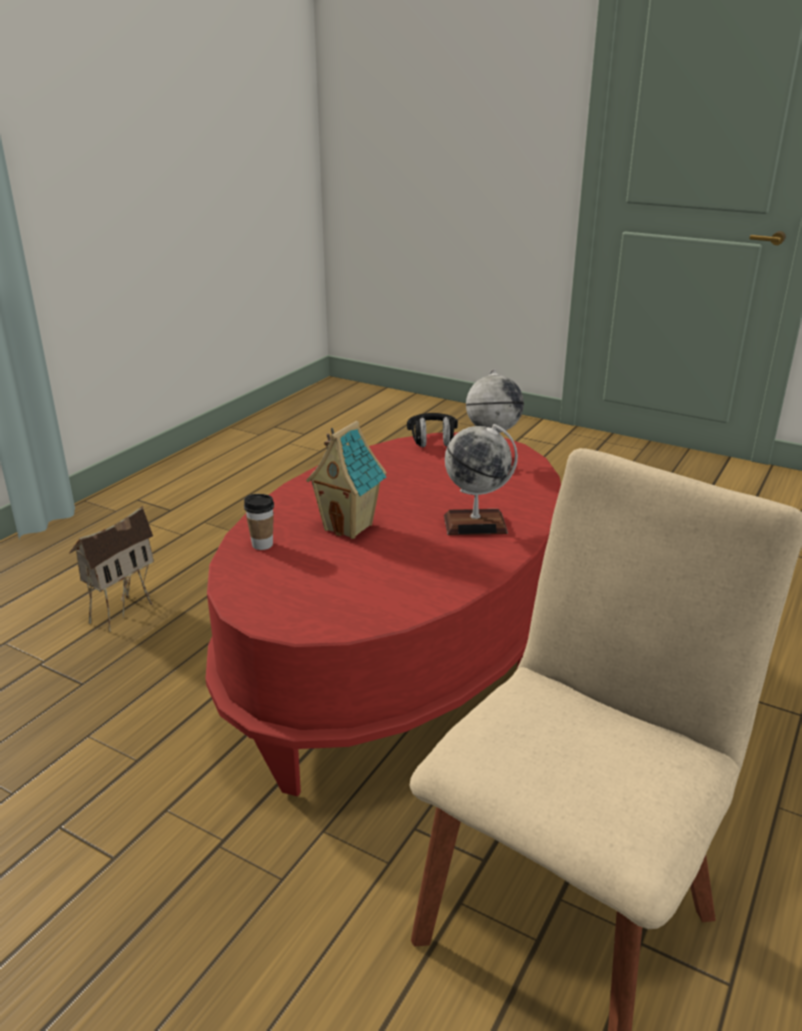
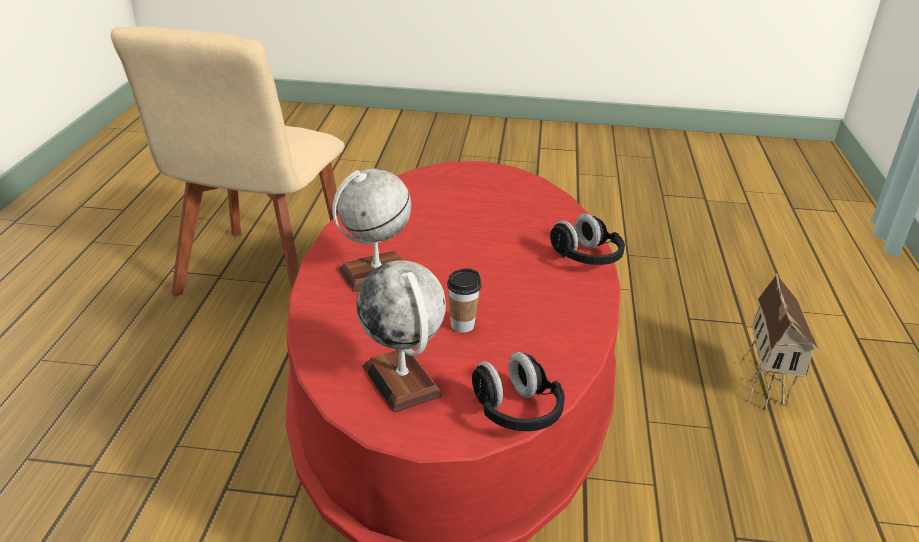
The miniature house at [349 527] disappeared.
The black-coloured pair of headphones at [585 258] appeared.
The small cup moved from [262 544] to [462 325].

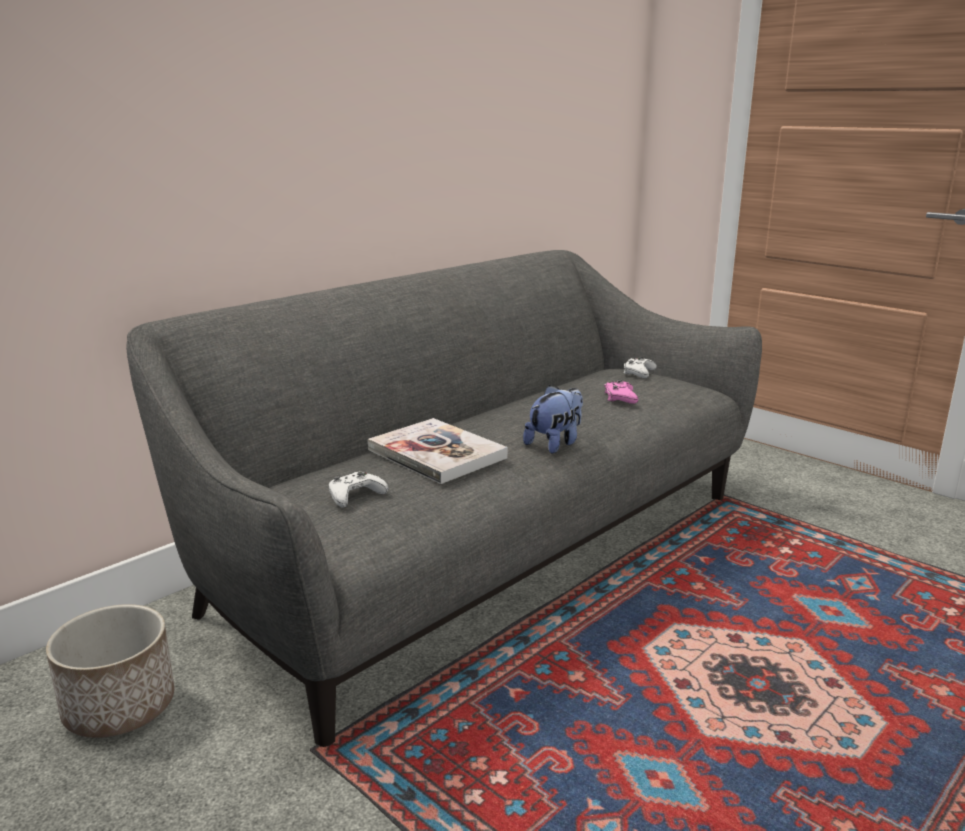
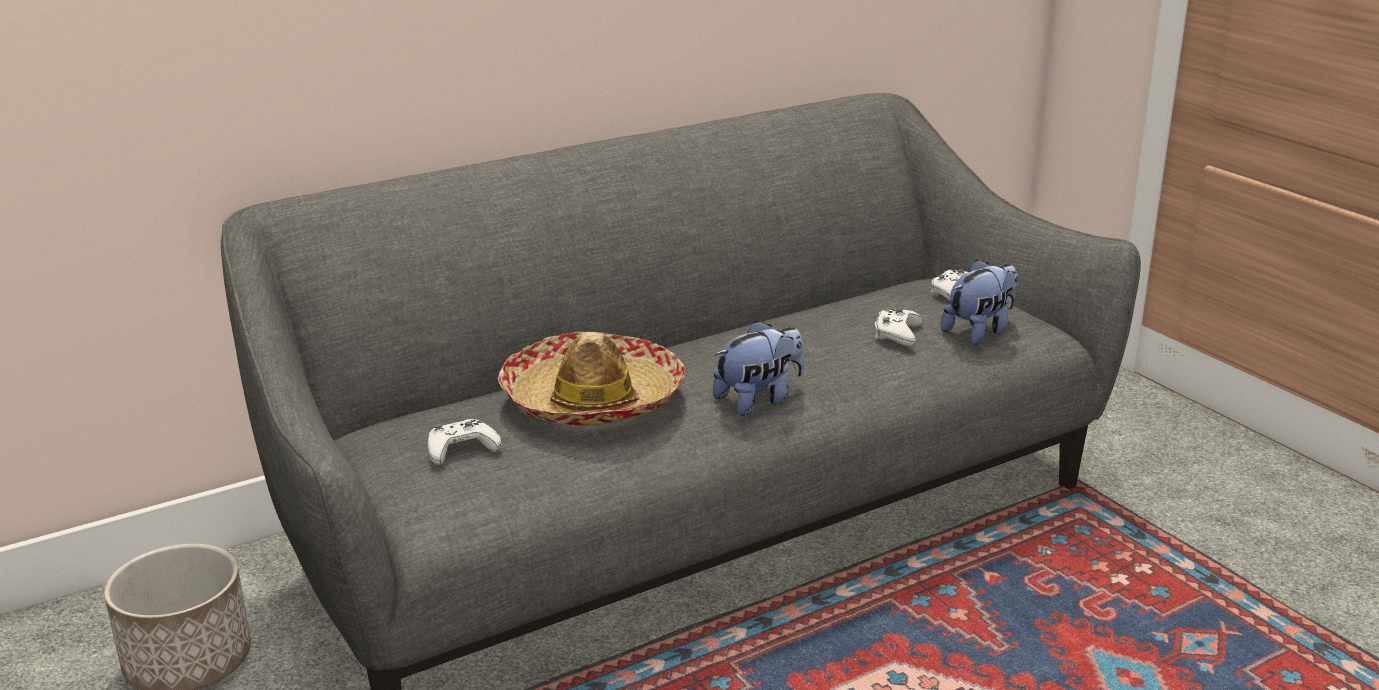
The plush toy at [980 331] appeared.
The volume at [437 454] was replaced by the hat at [593 400].
The pink-coloured game controller at [620 397] became the white game controller at [897 334].

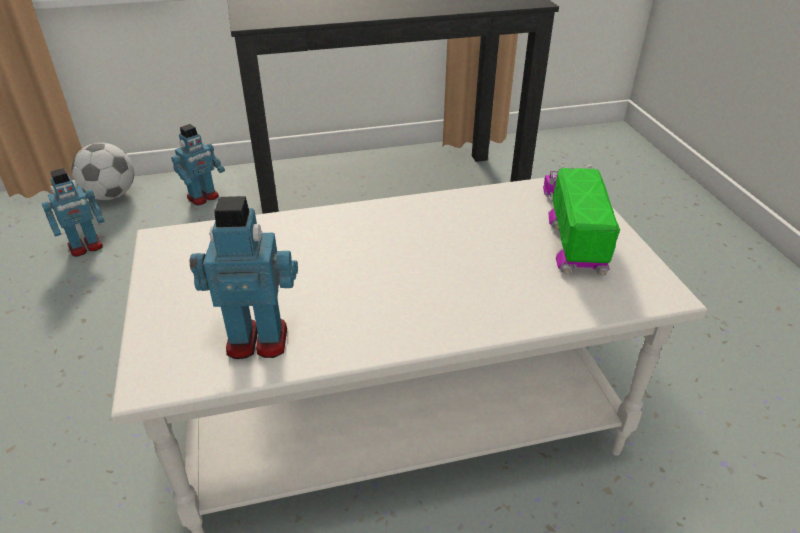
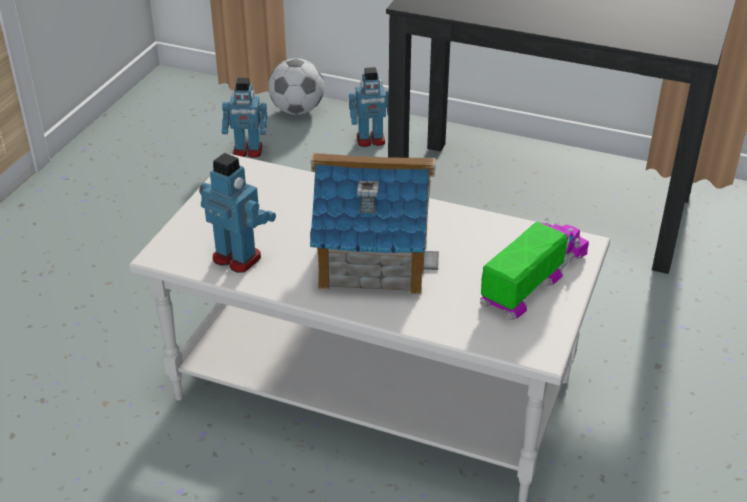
The miniature house at [372 258] appeared.

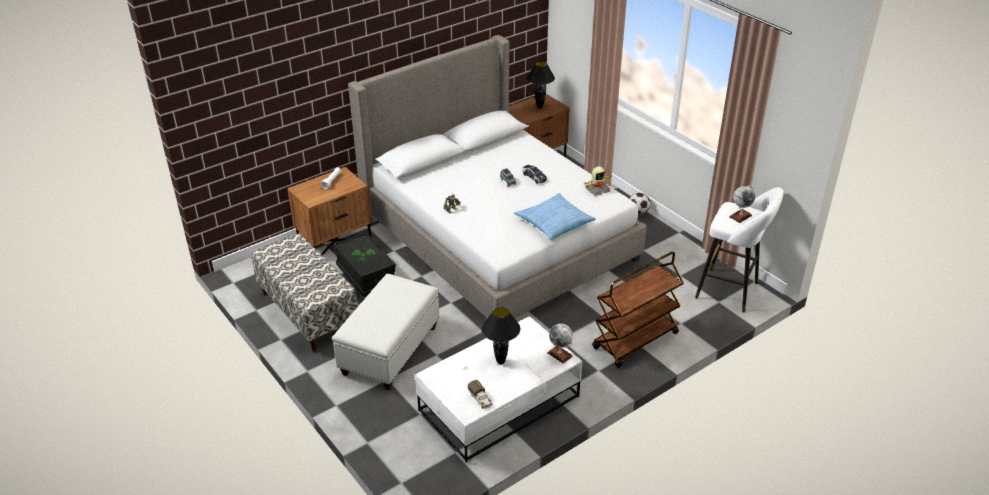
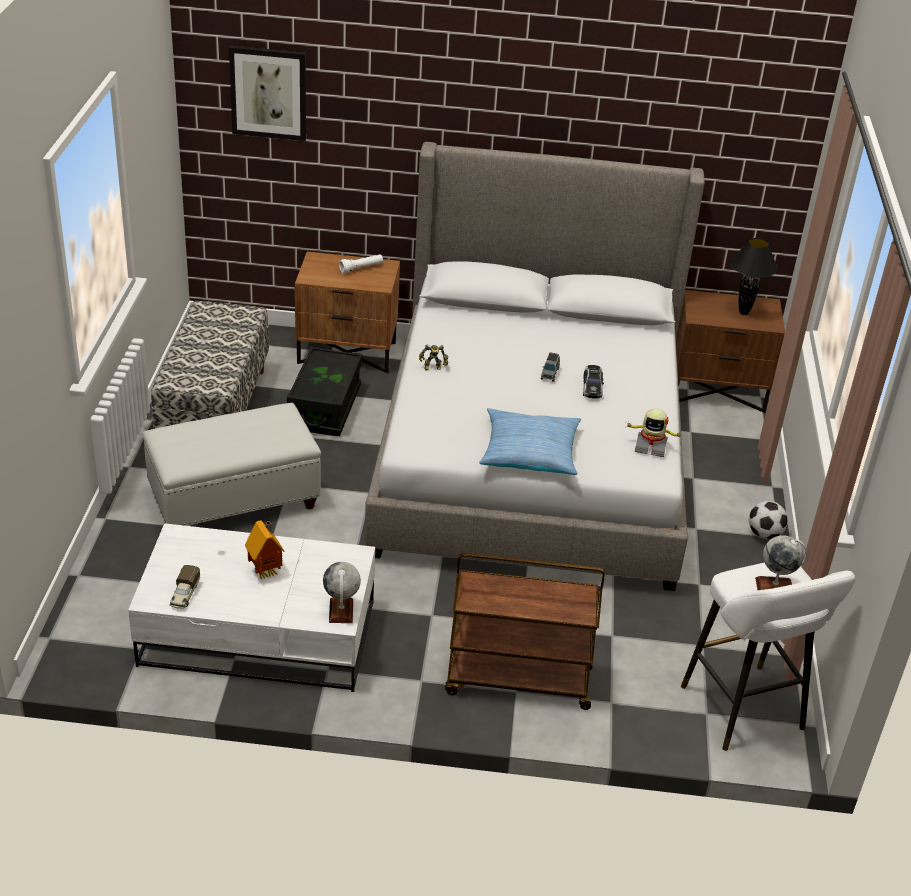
The wall picture at [268 93] appeared.
The black-coloured tabletop lamp at [500 361] was replaced by the miniature house at [266 572].

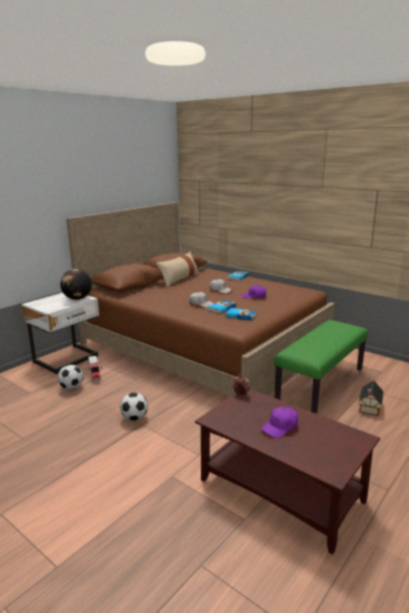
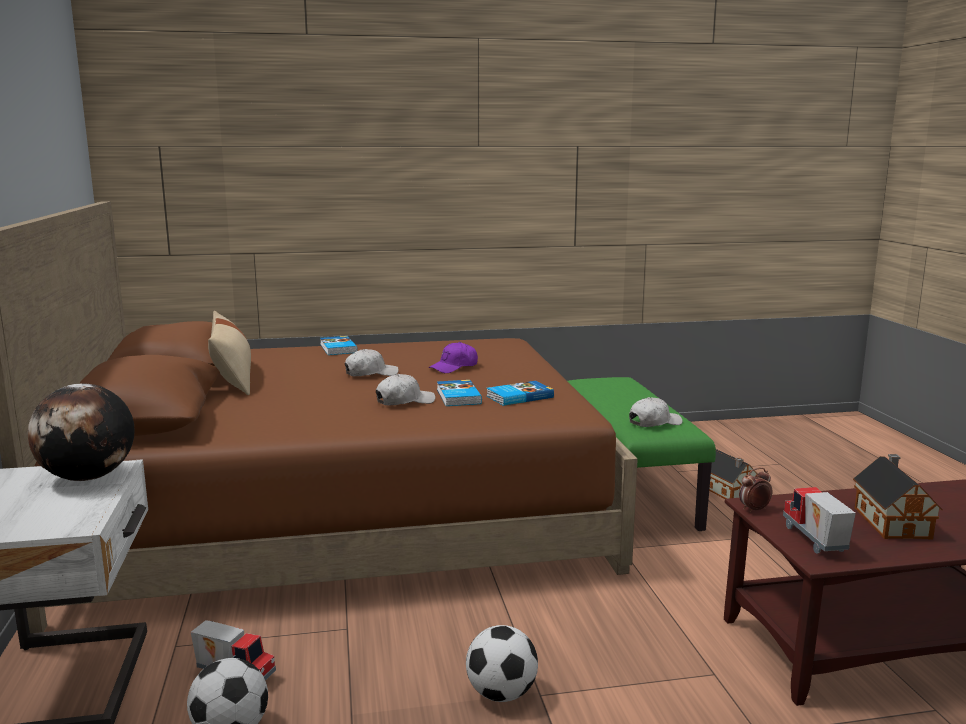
The white cap at [654 422] appeared.
The toy lorry at [812 540] appeared.
The purple cap at [280 427] was replaced by the miniature house at [891 521].

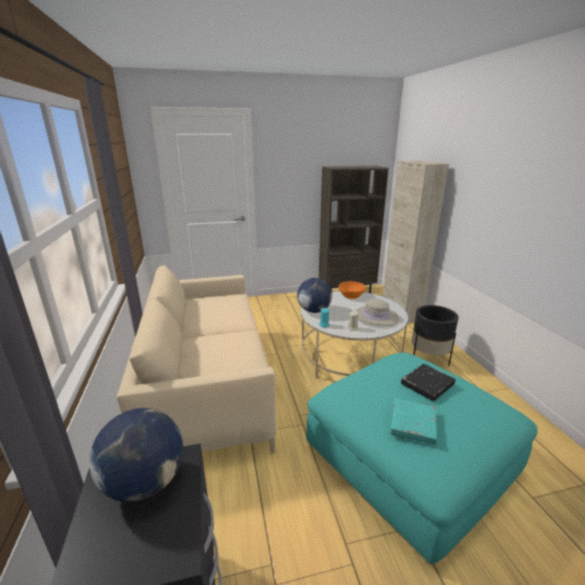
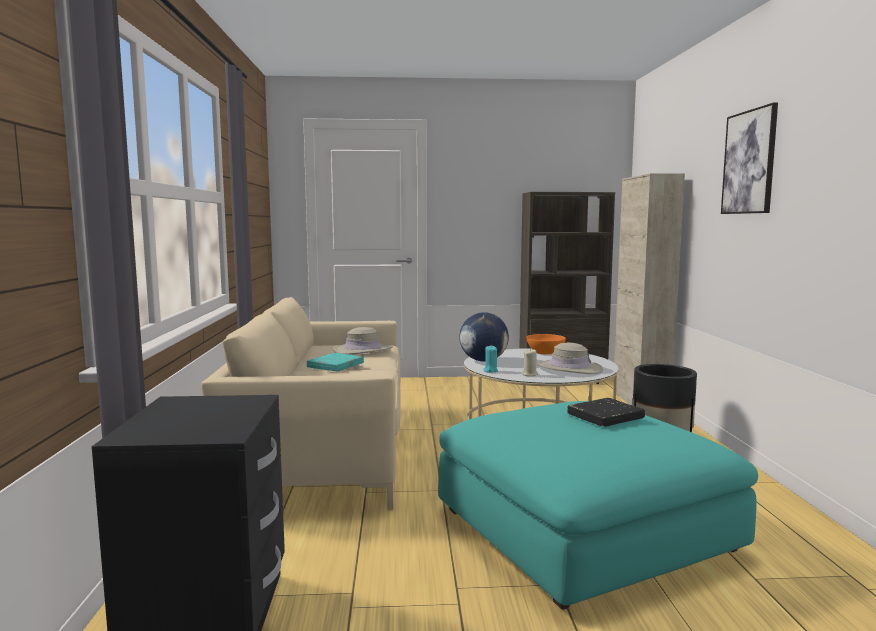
The desk globe at [145 482] disappeared.
The beige-coloured hat at [363 350] appeared.
The wall picture at [749 162] appeared.
The turquoise-coloured volume moved from [413 423] to [335 366].

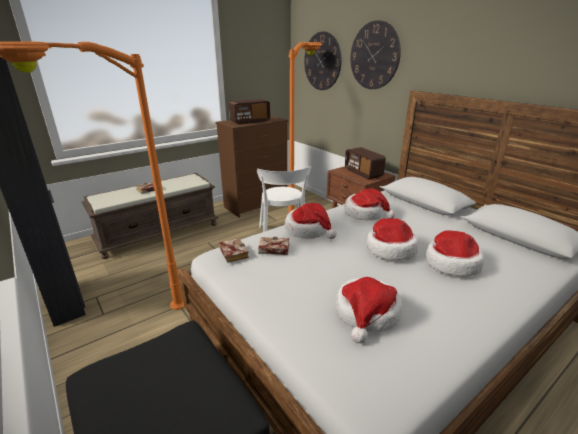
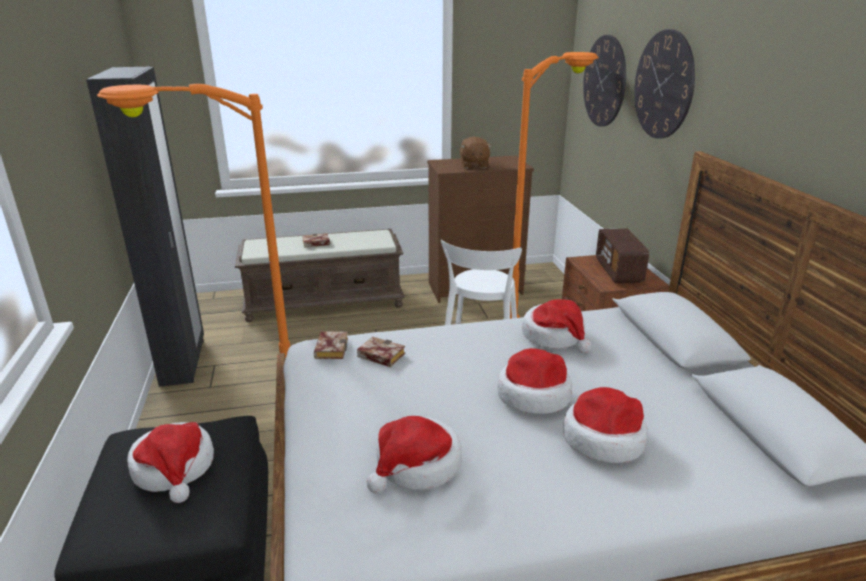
The hat moved from [308 230] to [174 468].
The radio receiver at [250 121] was replaced by the brownish plush toy at [474 165].

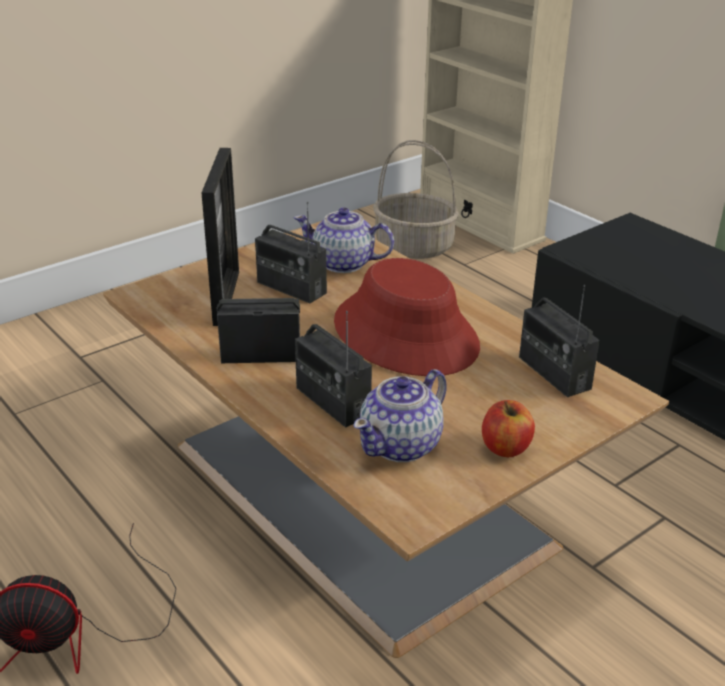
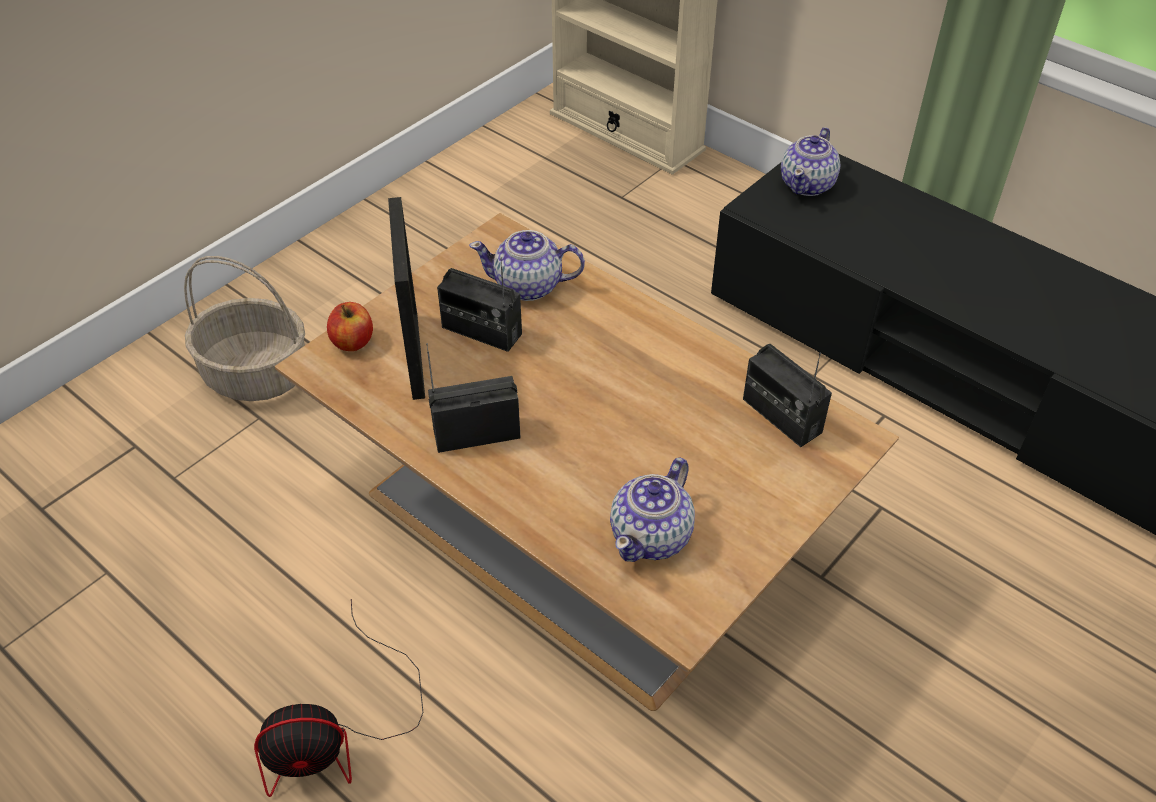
The radio receiver at [332 402] disappeared.
The red hat at [406 334] disappeared.
The pot for tea at [808 184] appeared.
The basket moved from [415 247] to [258 374].
The apple moved from [505 448] to [353 342].

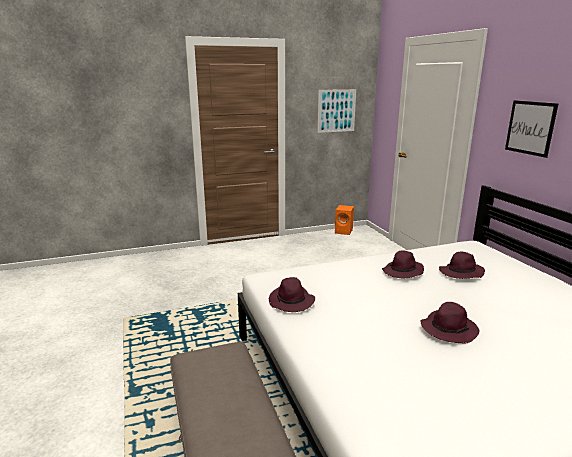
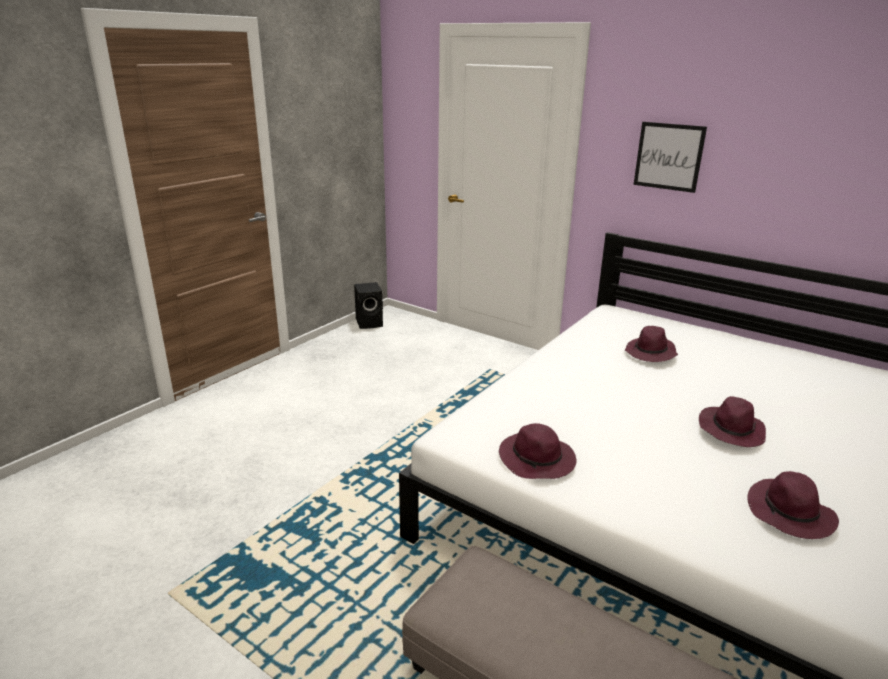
The wall picture at [336 111] disappeared.
The purple hat moved from [403 272] to [790 514].
The orange loudspeaker at [344 231] became the black-coloured loudspeaker at [370 323].

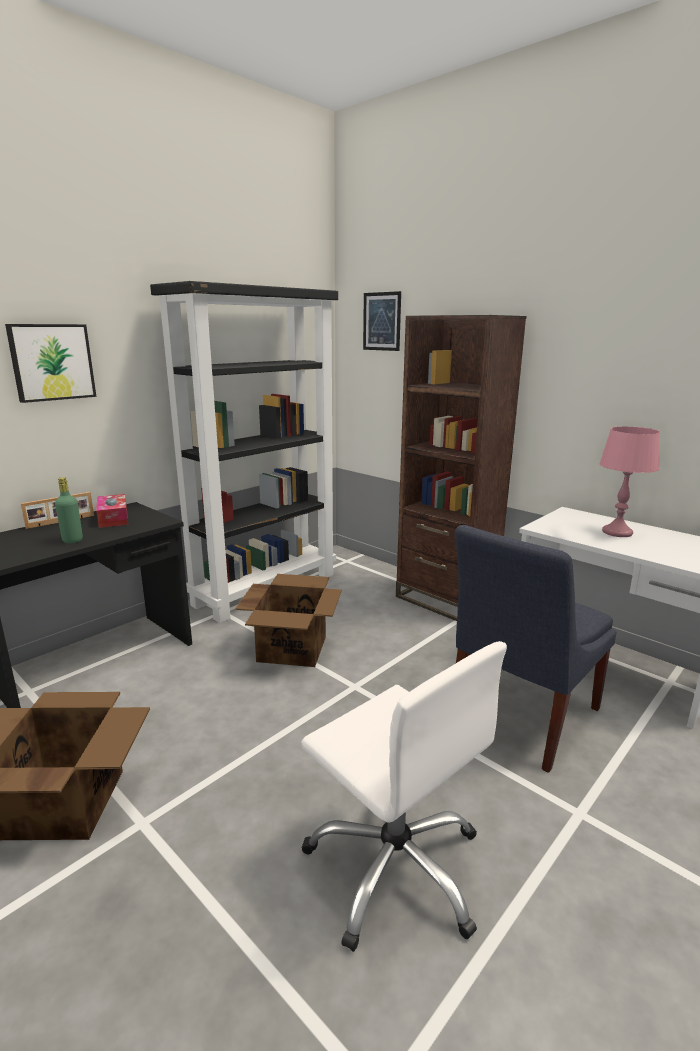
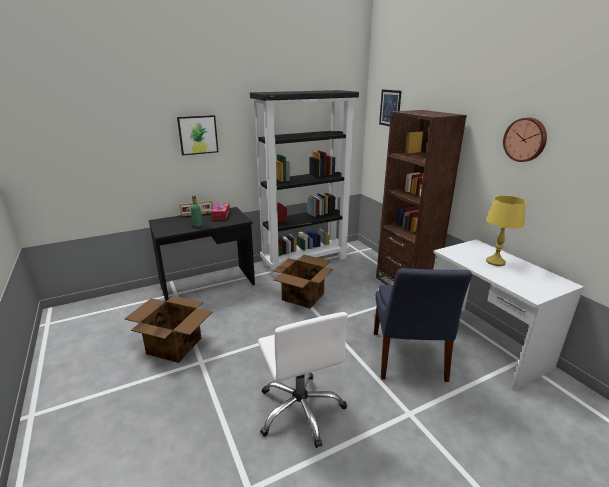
The clock on the wall at [525 139] appeared.
The pink-coloured tabletop lamp at [617 532] became the yellow-coloured tabletop lamp at [495 262].
The blue-coloured plain chair at [519 716] turned 60 degrees counterclockwise.

